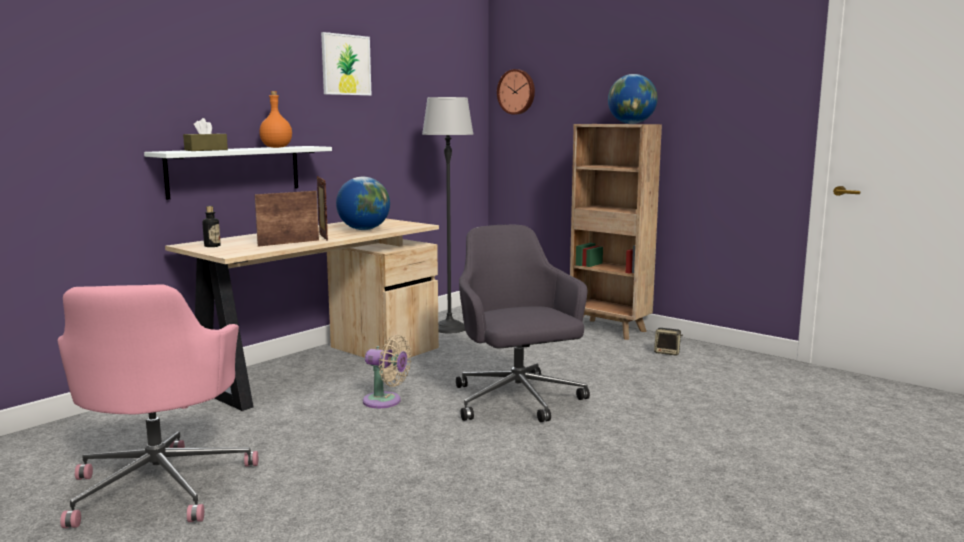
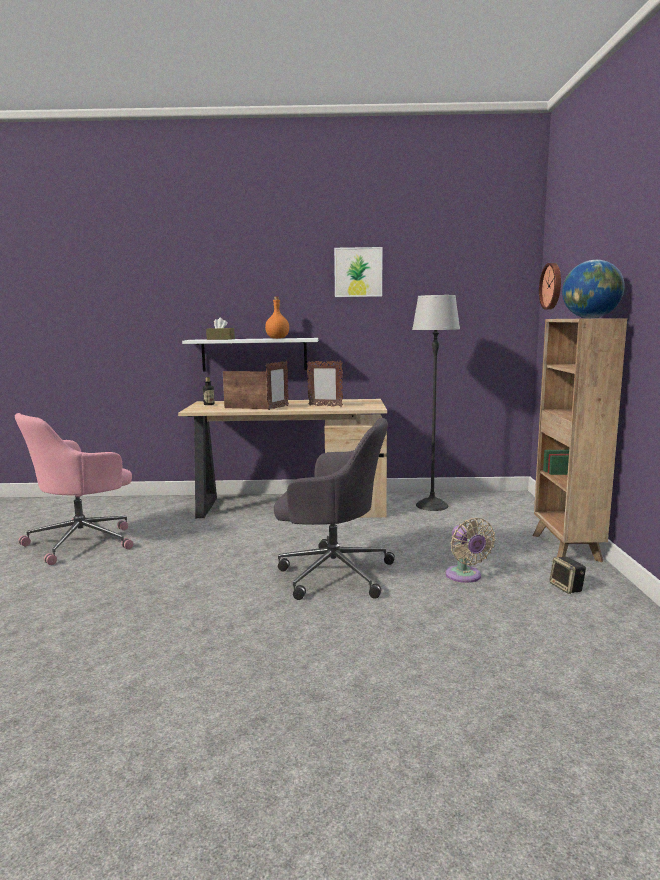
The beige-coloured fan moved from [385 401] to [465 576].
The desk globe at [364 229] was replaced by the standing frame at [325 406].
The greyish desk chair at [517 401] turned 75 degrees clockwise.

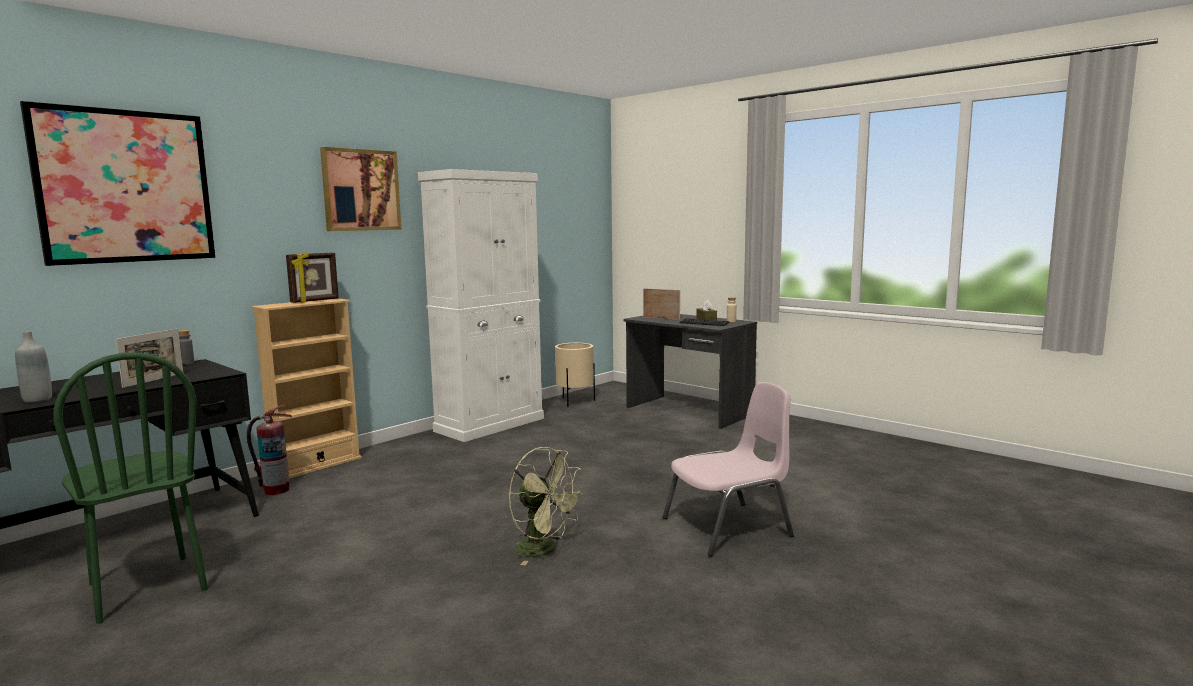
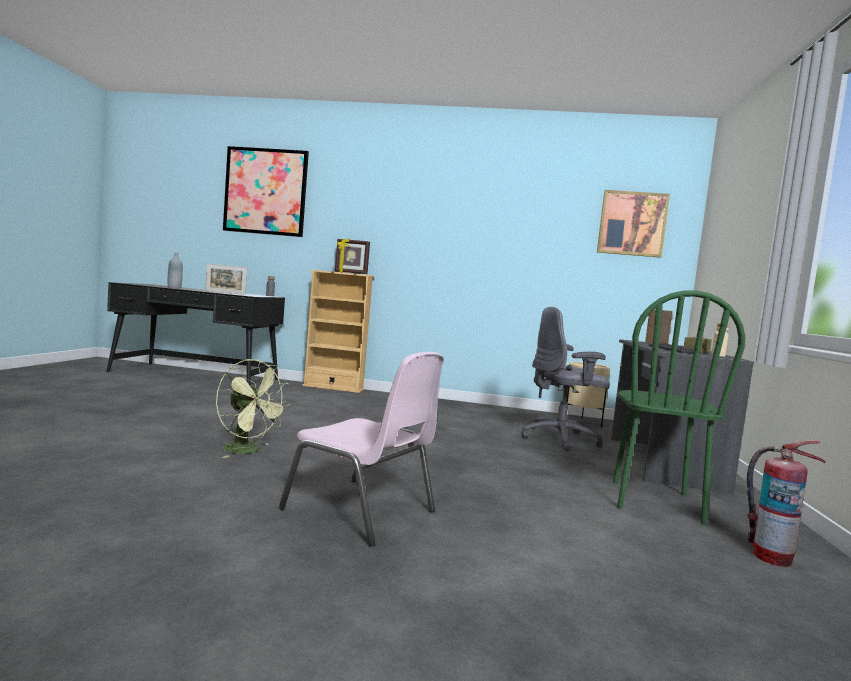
The white cupboard at [490 424] disappeared.
The greyish desk chair at [560 439] appeared.
The green plain chair moved from [146 587] to [654 501].
The extinguisher moved from [276 490] to [771 557].
The wall picture moved from [361 190] to [632 224].
The green fan at [544 550] turned 60 degrees counterclockwise.

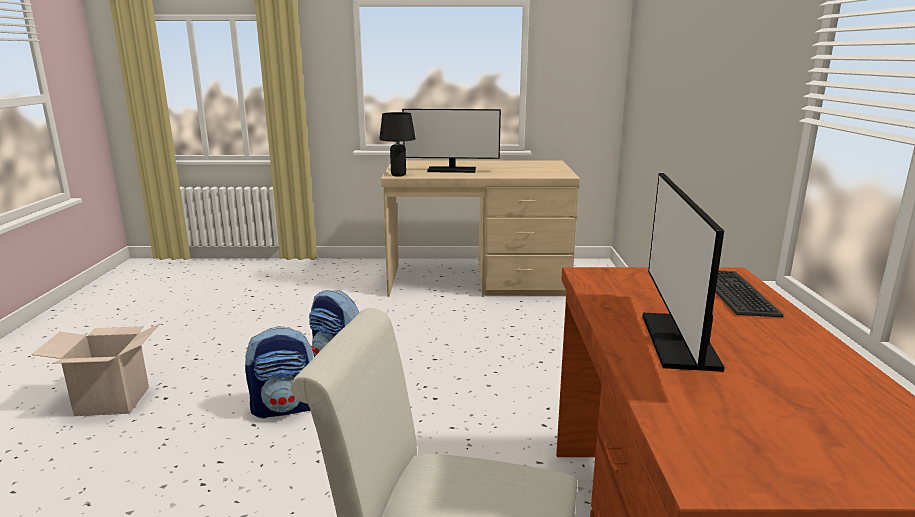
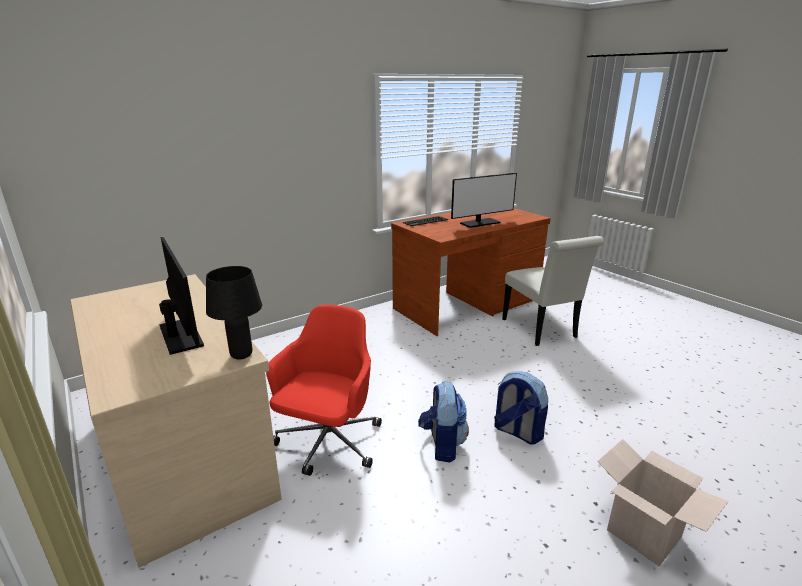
The red desk chair at [328 443] appeared.

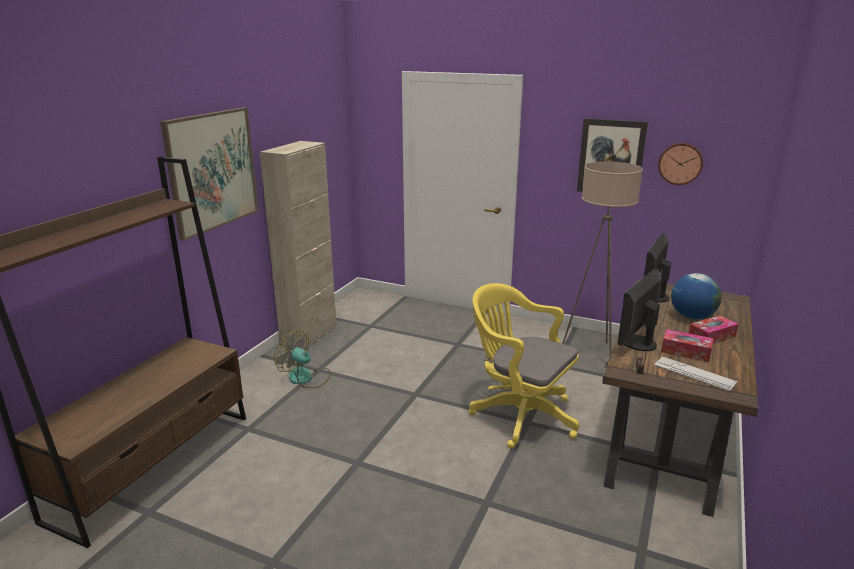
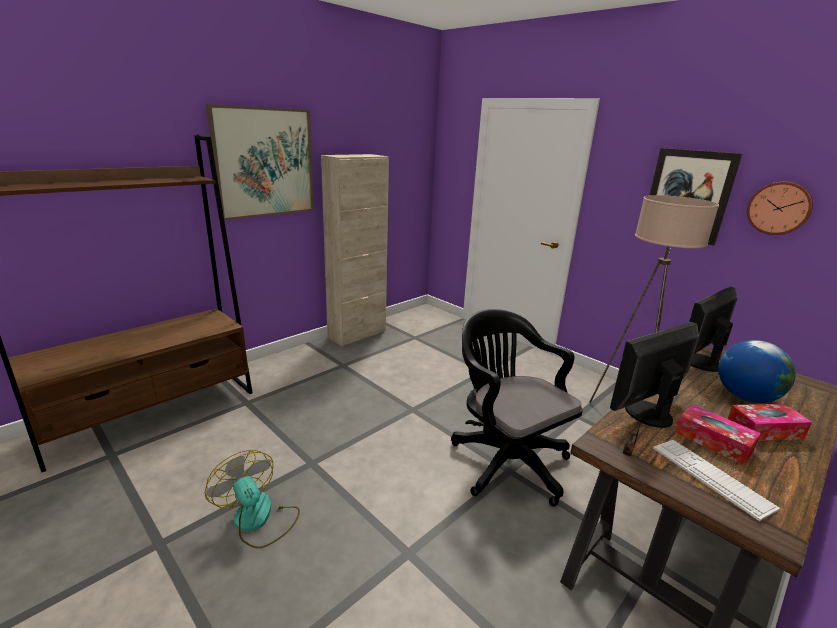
The fan moved from [305 378] to [258 520].
The yellow-coloured desk chair at [519 414] became the black-coloured desk chair at [505 459].

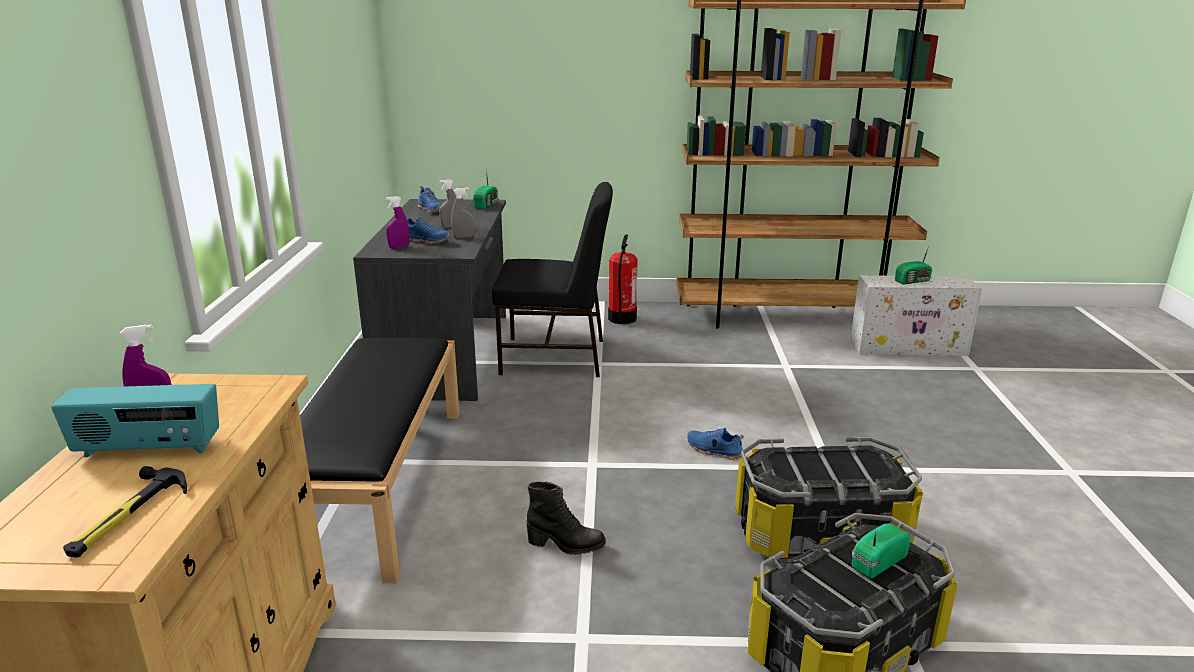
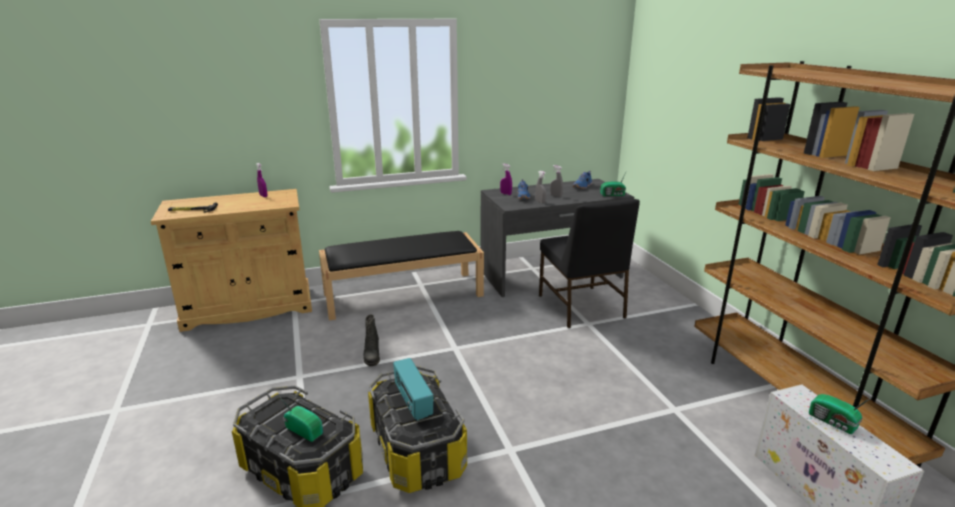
The extinguisher at [622 319] disappeared.
The blue-coloured low shoe at [714 451] disappeared.
The radio receiver moved from [148 449] to [412 402].

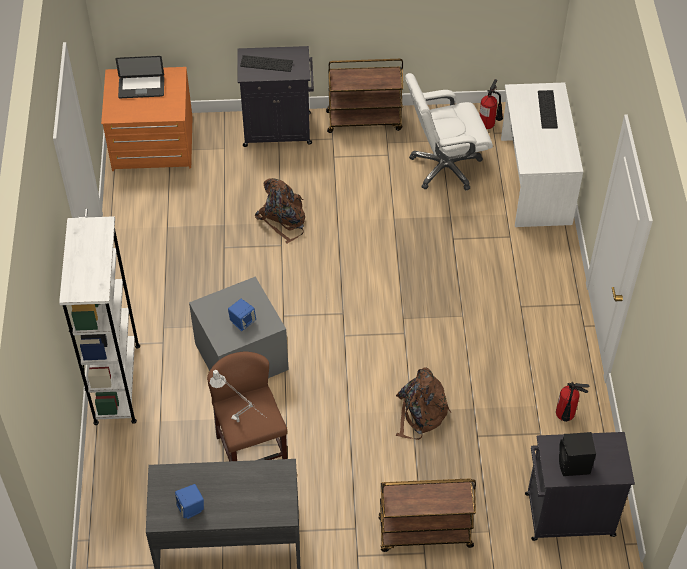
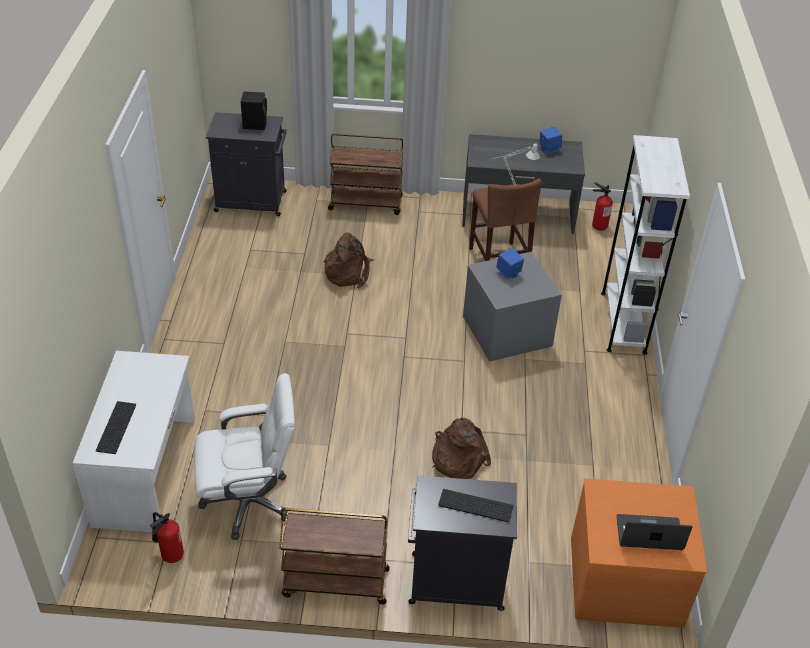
The extinguisher moved from [565 417] to [599 226].

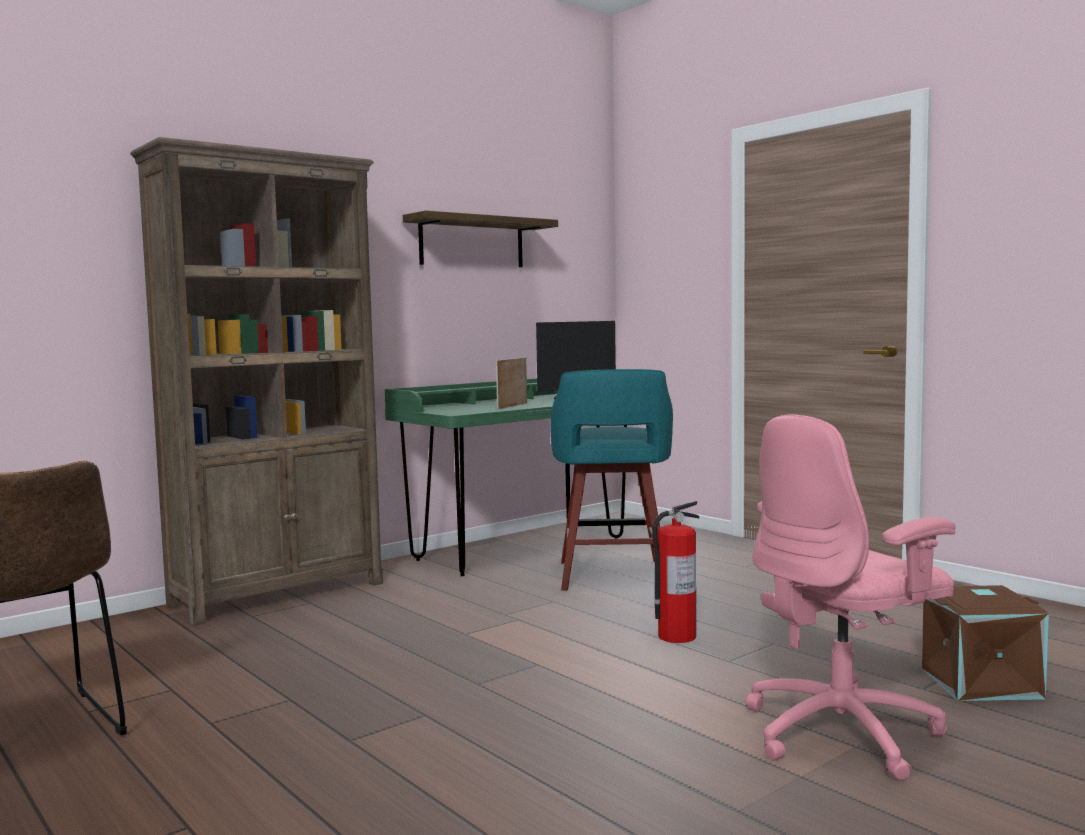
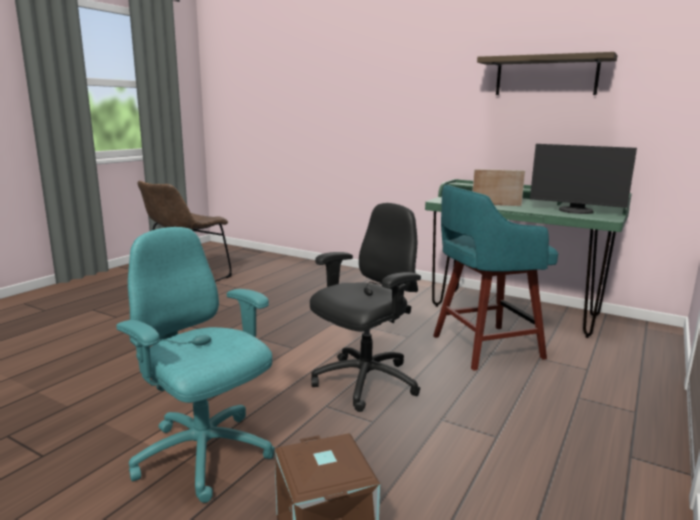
The brownish bookcase at [280 594] disappeared.
The extinguisher at [676 636] was replaced by the black-coloured desk chair at [364 382].
The pink-coloured desk chair at [844 733] became the turquoise-coloured desk chair at [204 456].

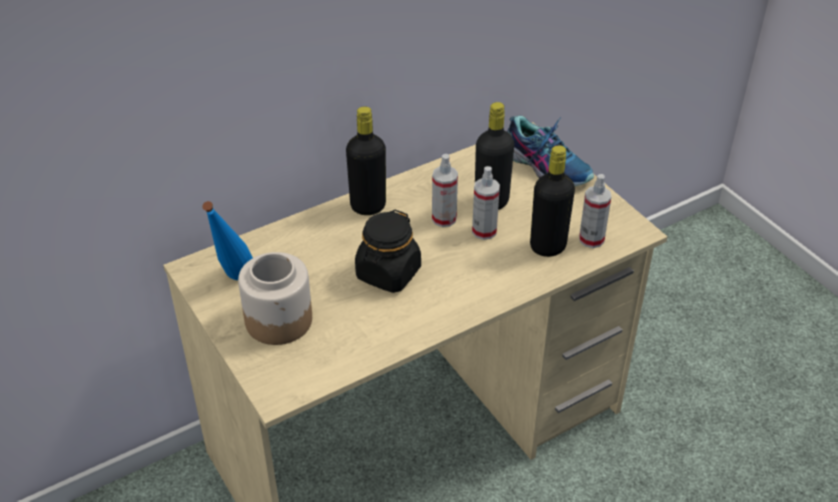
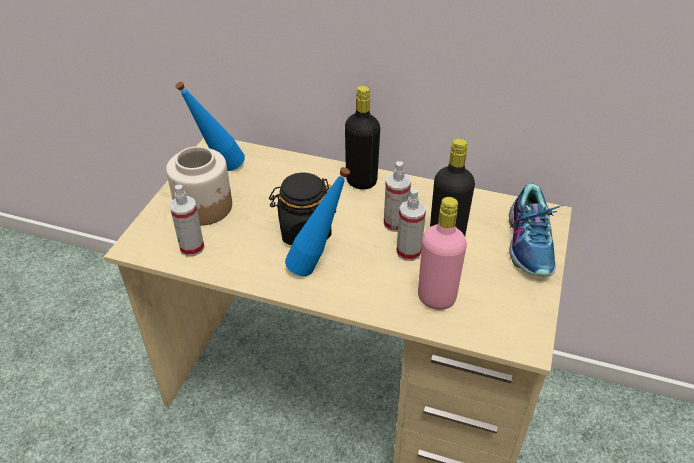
The blue-coloured beverage bottle at [317 267] appeared.
The hand sprayer moved from [591 239] to [192 247].
The black-coloured beverage bottle at [547 246] became the pink-coloured beverage bottle at [436 298].

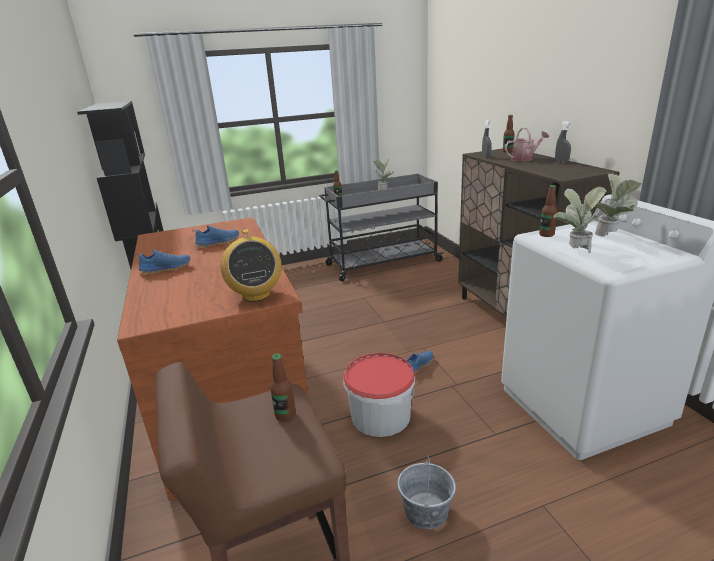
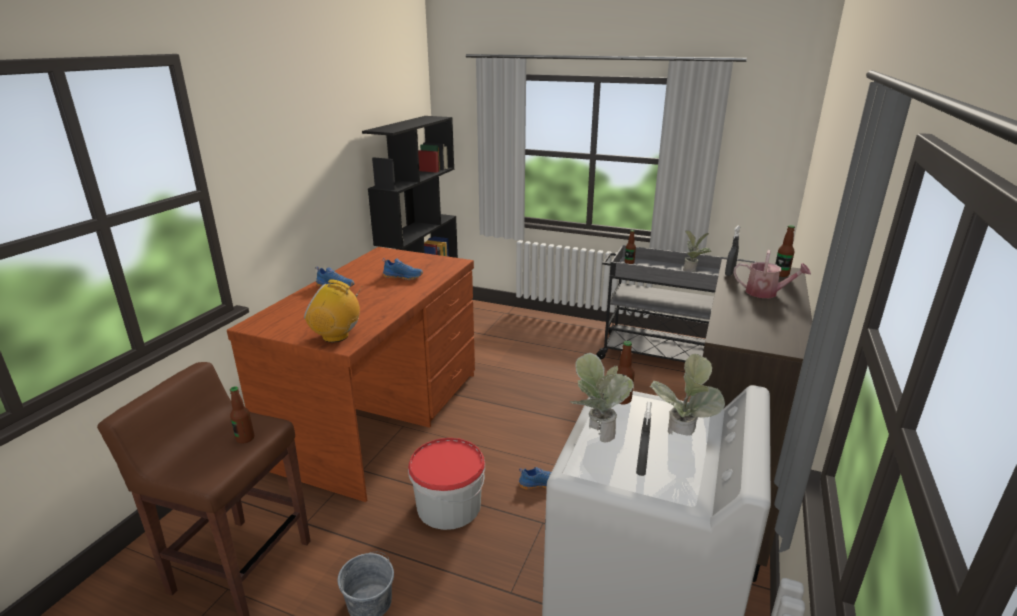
The greyish hand sprayer moved from [561 162] to [641 468].
The radio receiver at [256 295] turned 75 degrees clockwise.

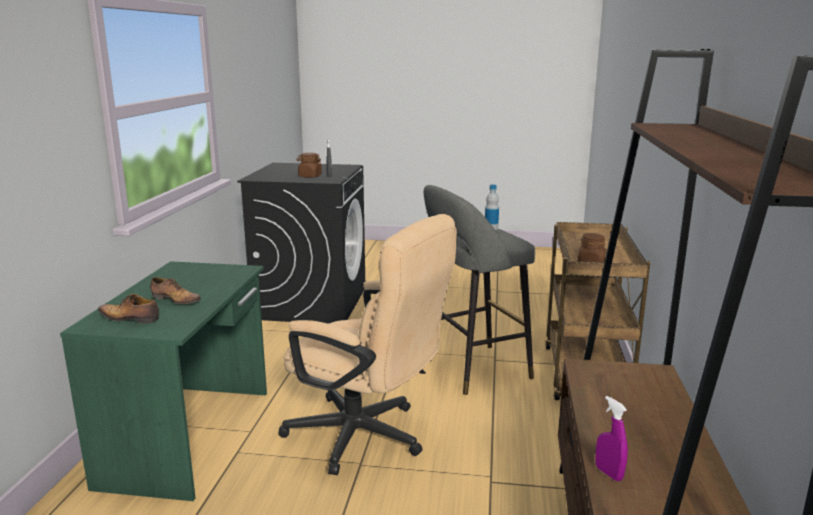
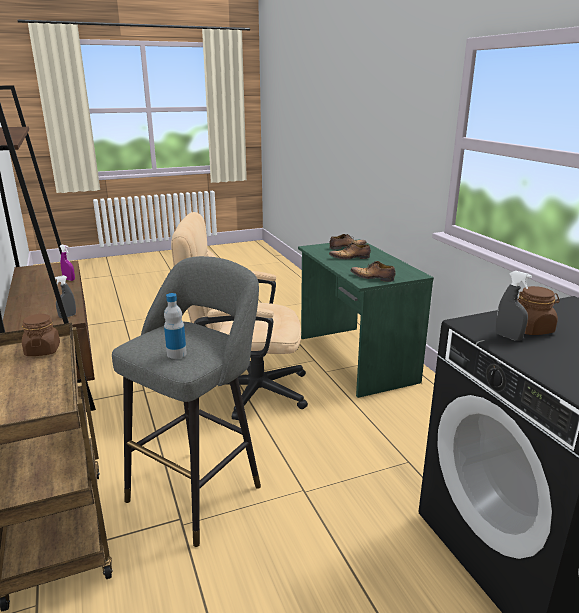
The greyish hand sprayer at [67 316] appeared.
The low shoe at [373 278] appeared.

